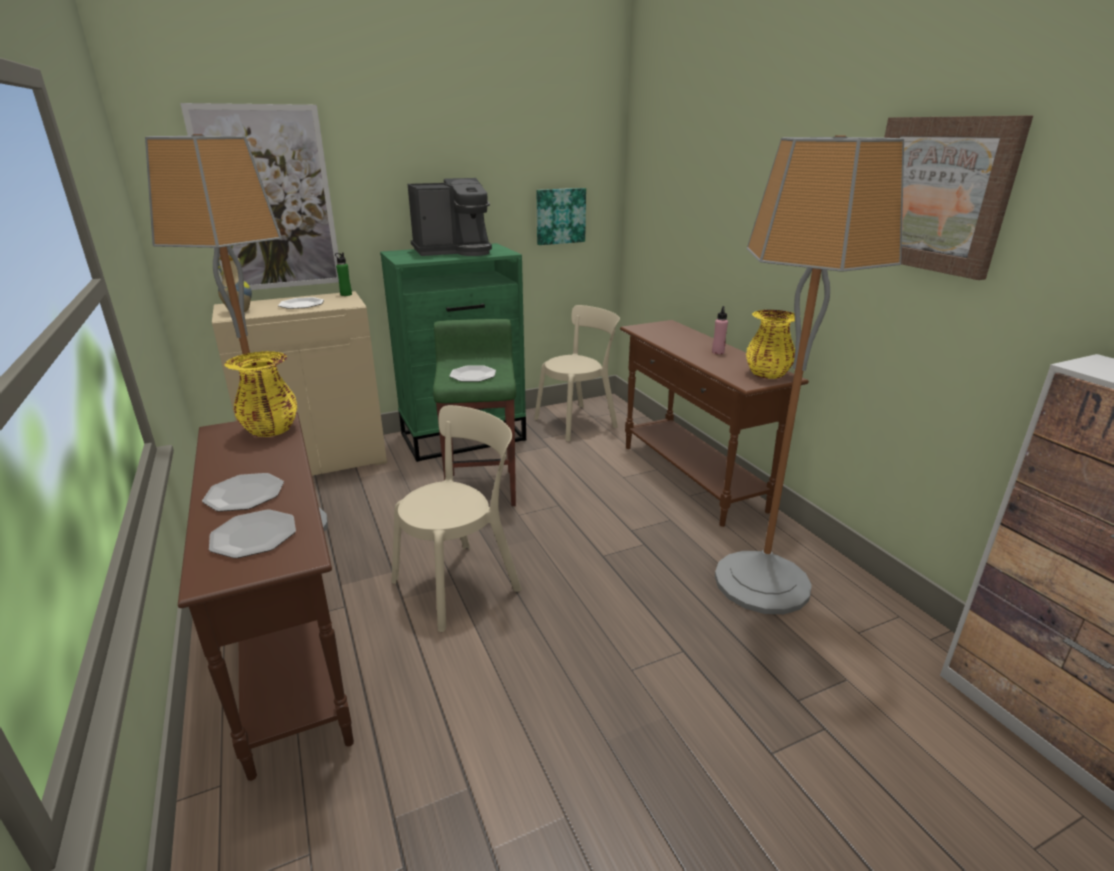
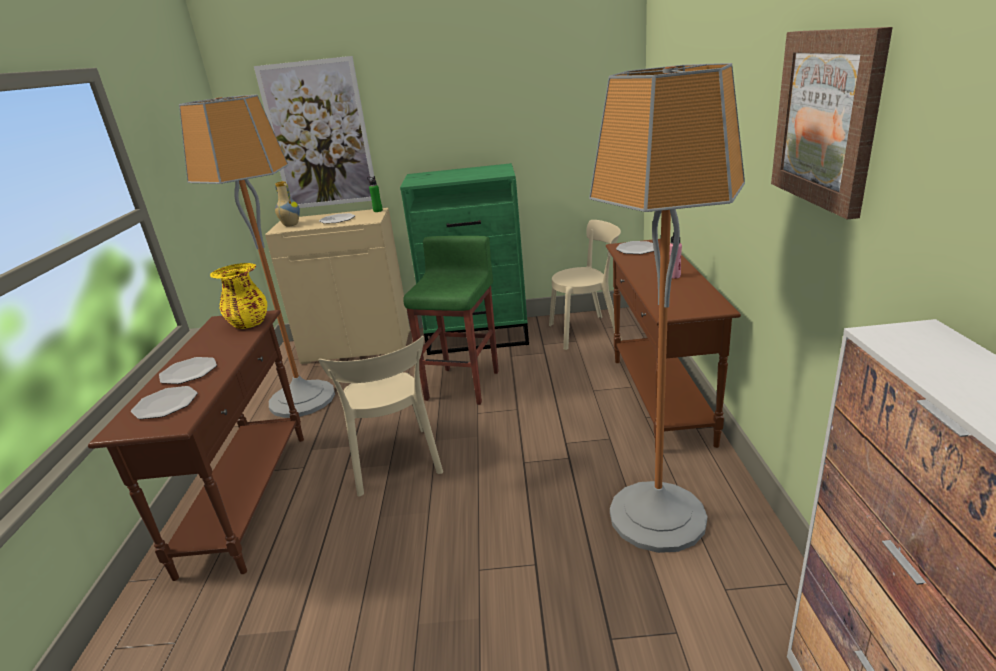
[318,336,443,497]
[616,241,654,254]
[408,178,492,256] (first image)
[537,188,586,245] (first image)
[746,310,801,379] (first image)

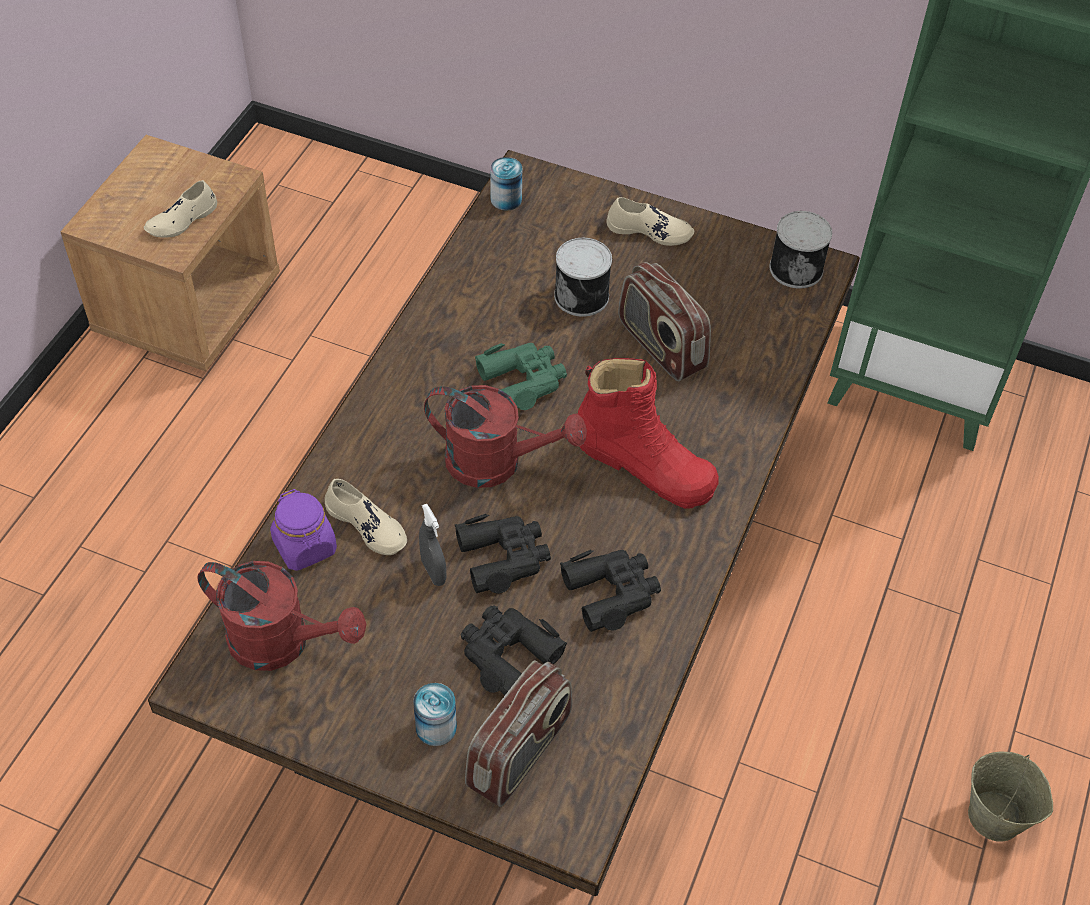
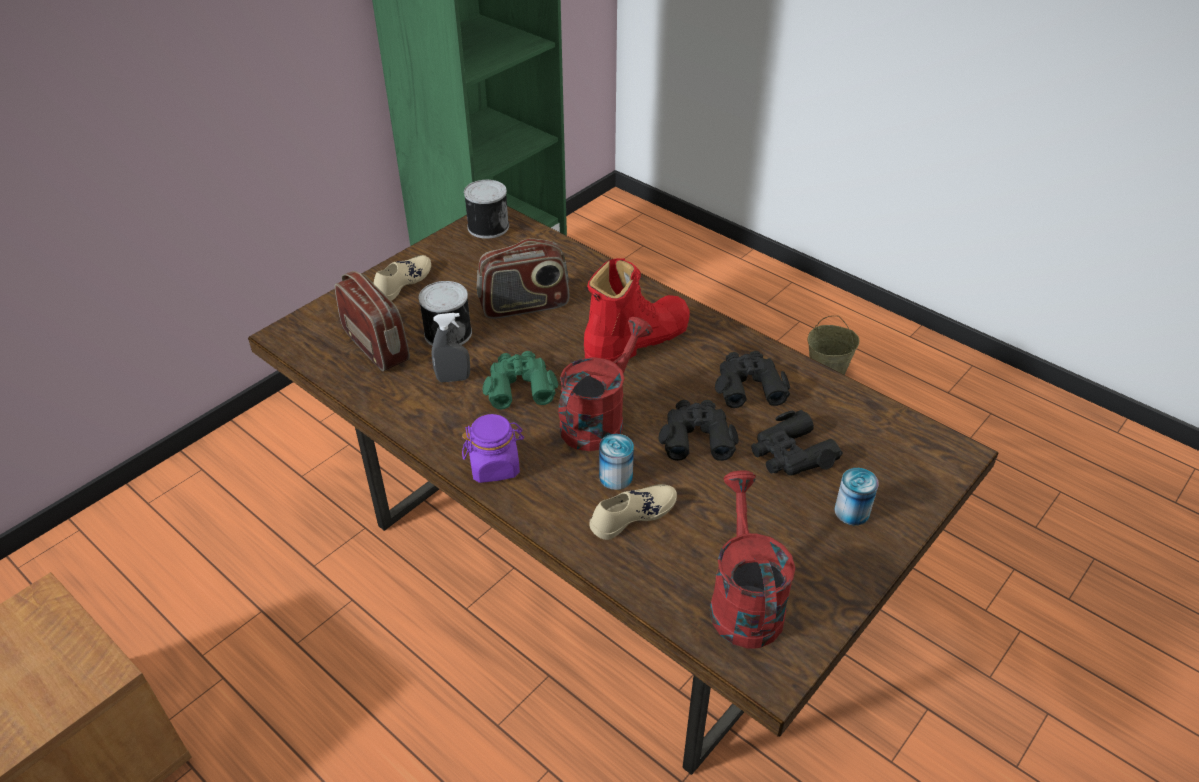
[335,271,410,371]
[432,313,470,382]
[462,414,524,483]
[599,434,634,490]
[710,470,796,649]
[144,181,217,237] (first image)

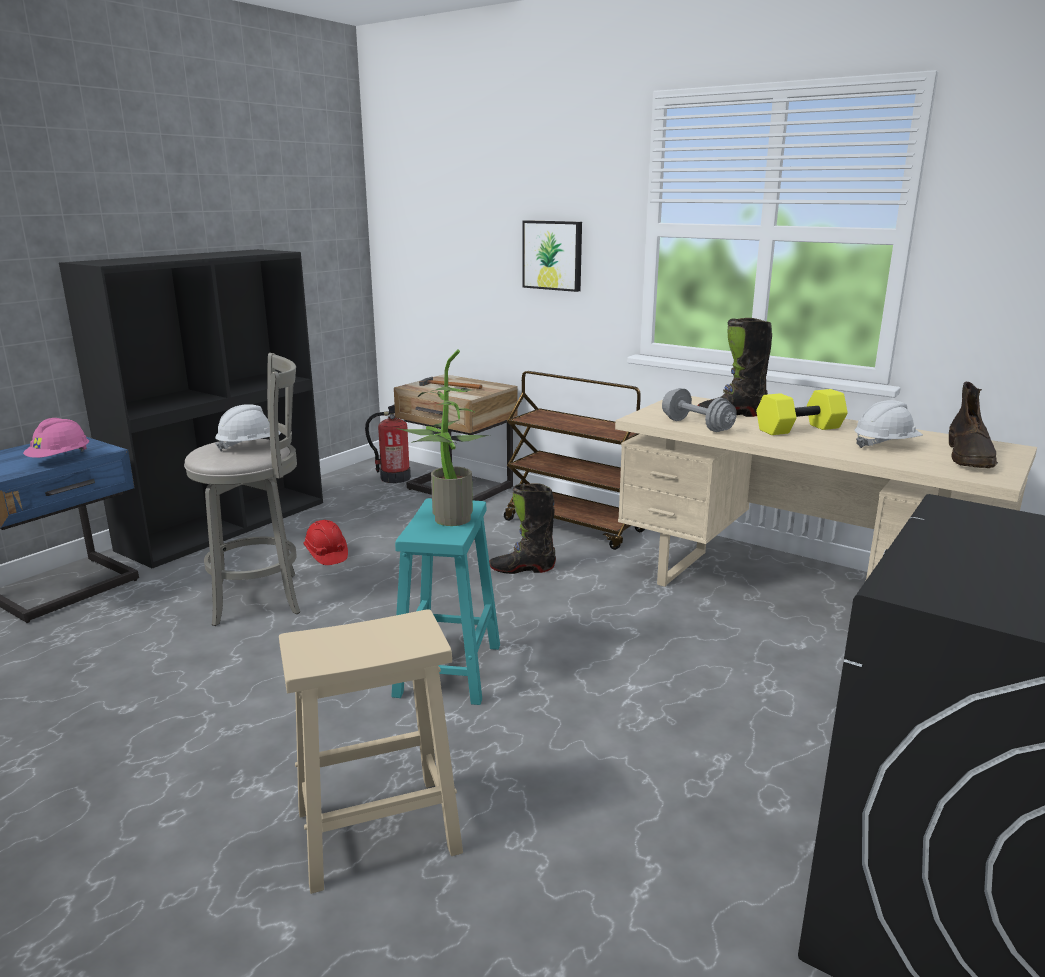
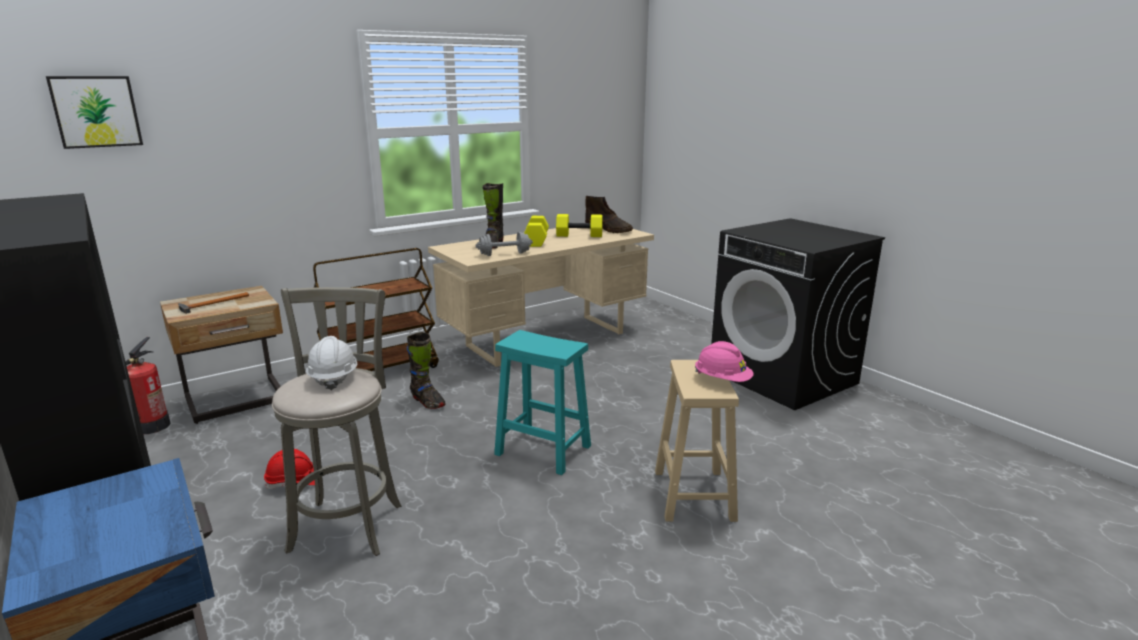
[46,76,143,149]
[407,332,446,409]
[556,214,603,237]
[695,341,754,382]
[396,350,489,526] (first image)

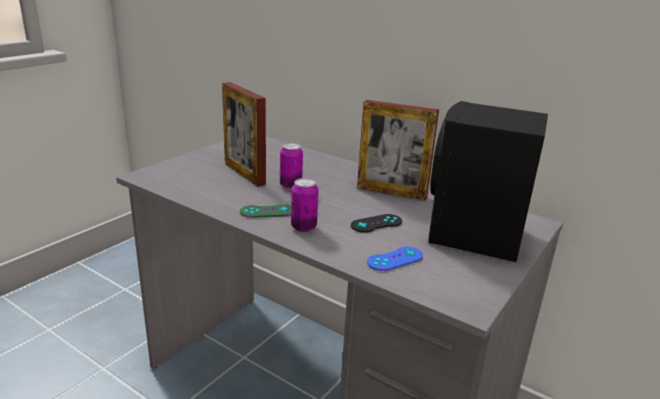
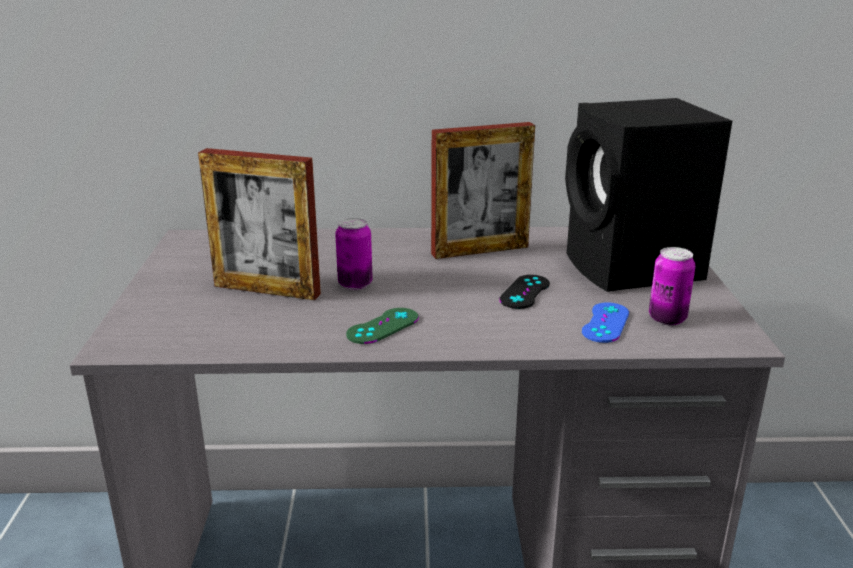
[649,247,696,325]

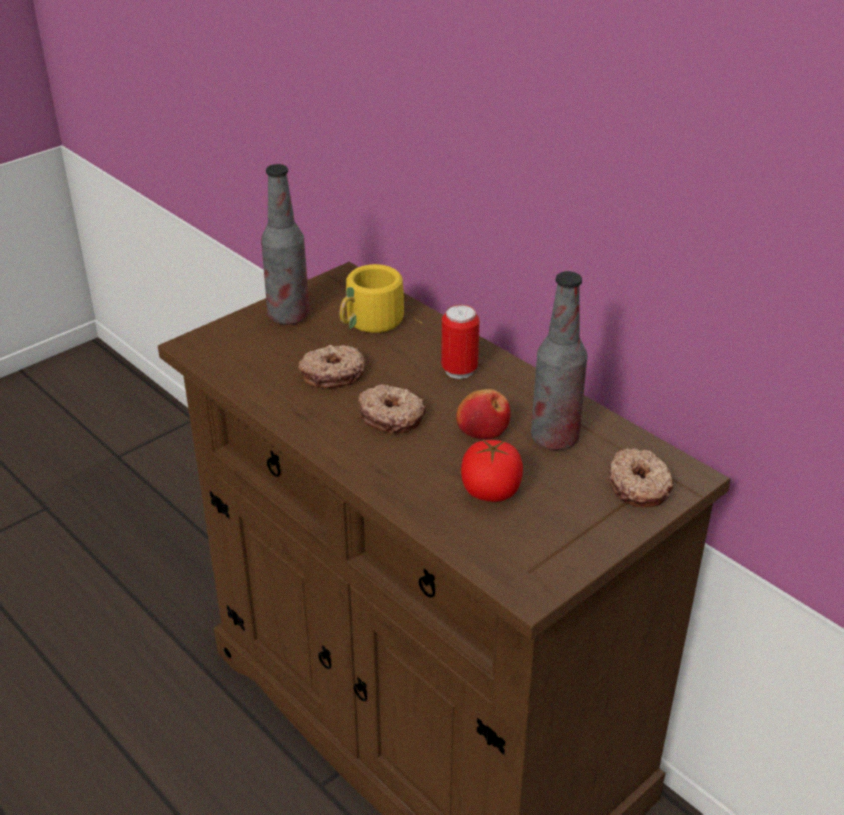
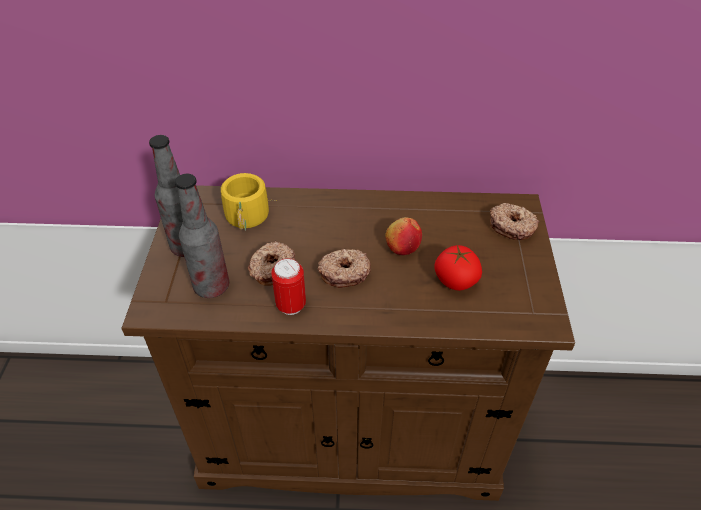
[175,174,229,298]
[271,258,306,315]

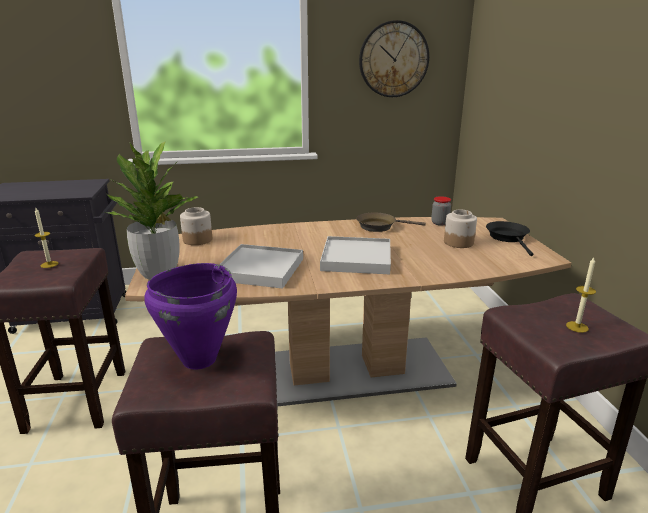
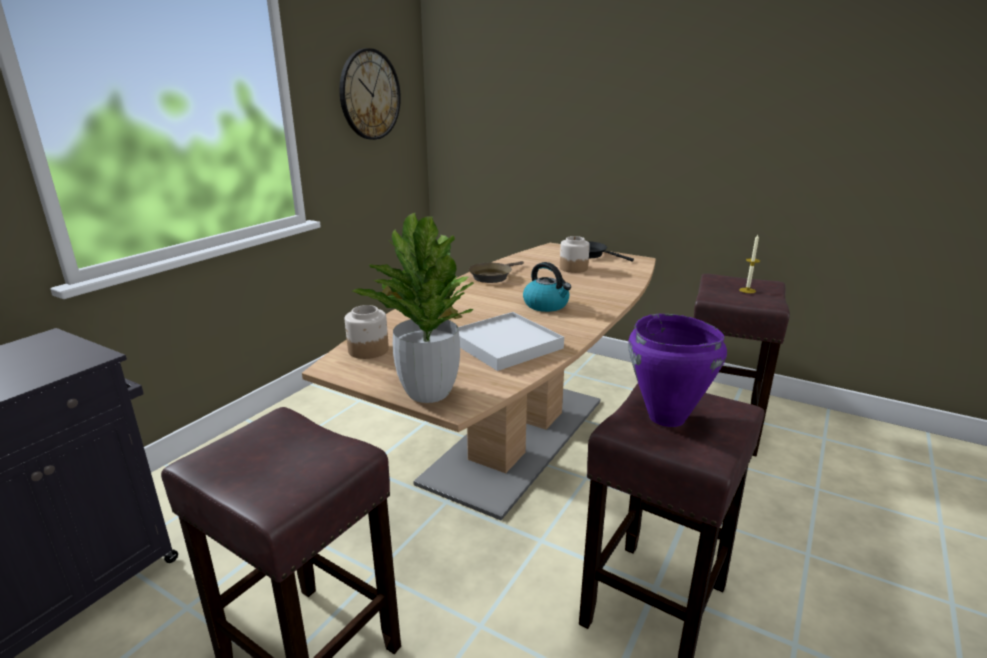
[523,262,571,312]
[34,208,59,268] (first image)
[431,196,451,226] (first image)

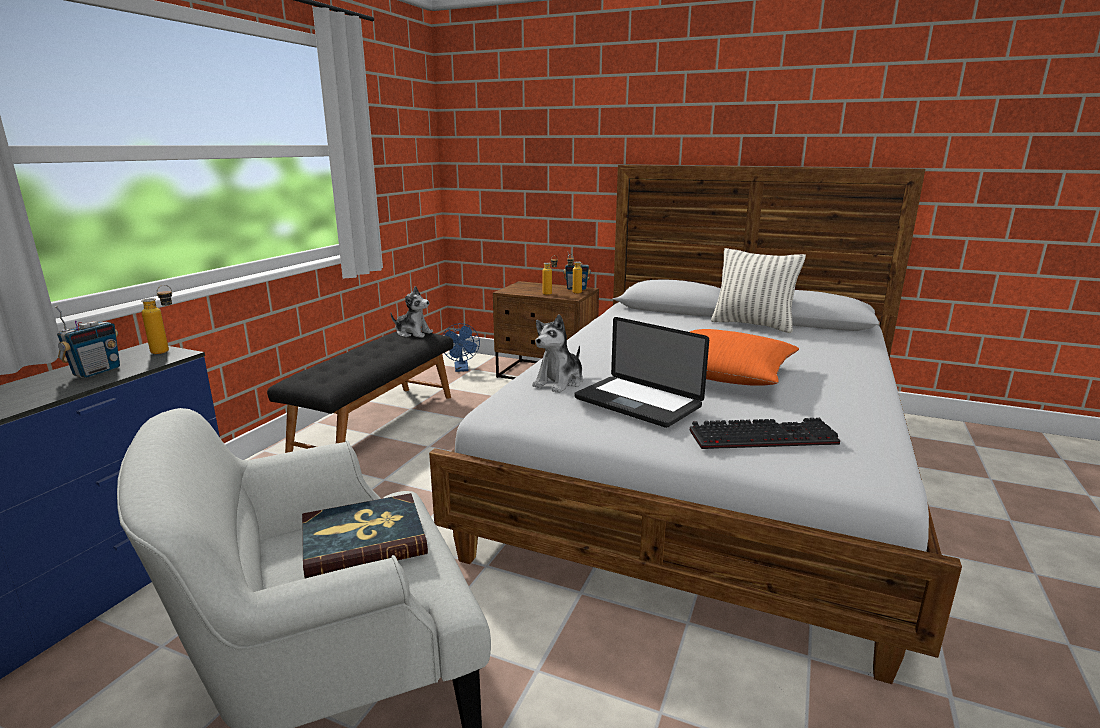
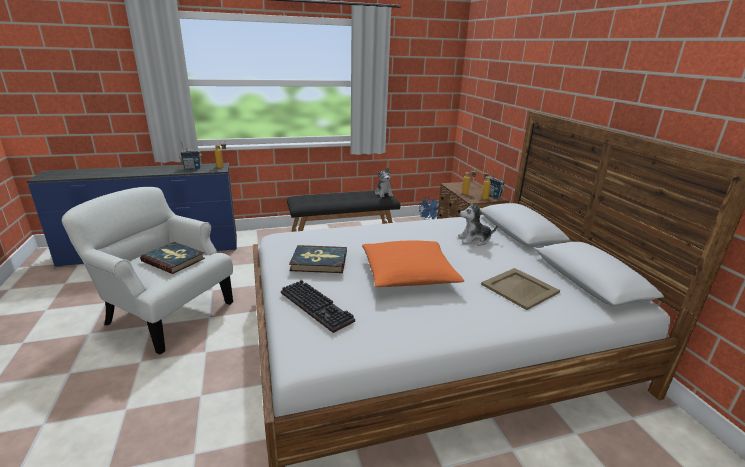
[289,245,347,273]
[458,202,498,246]
[481,268,560,310]
[711,248,806,333] (first image)

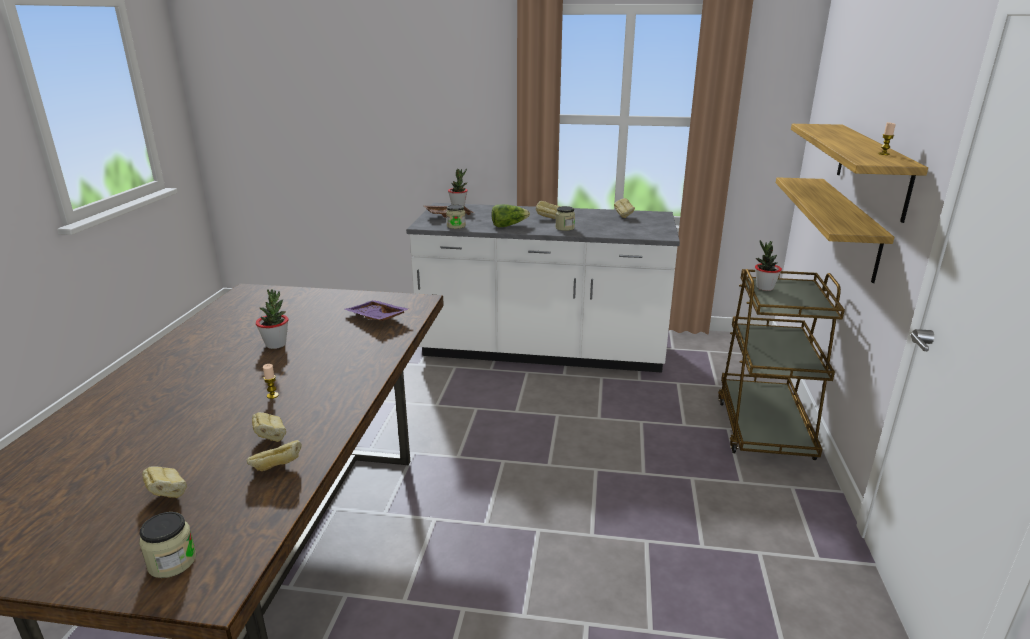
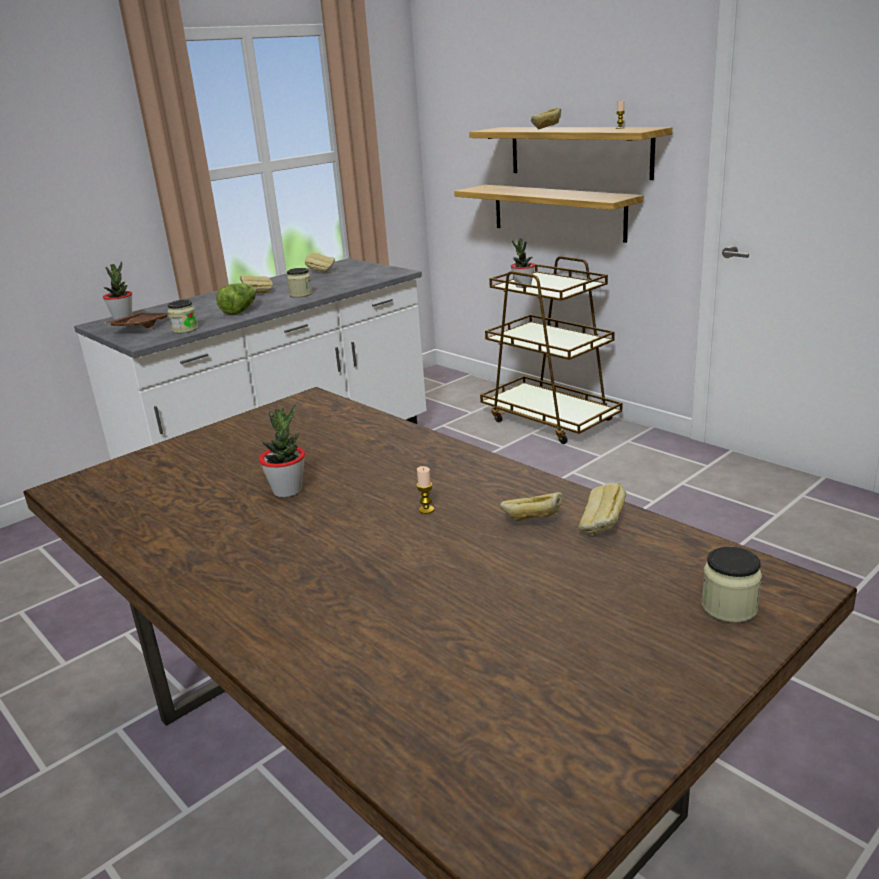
[531,107,561,130]
[345,300,409,321] (first image)

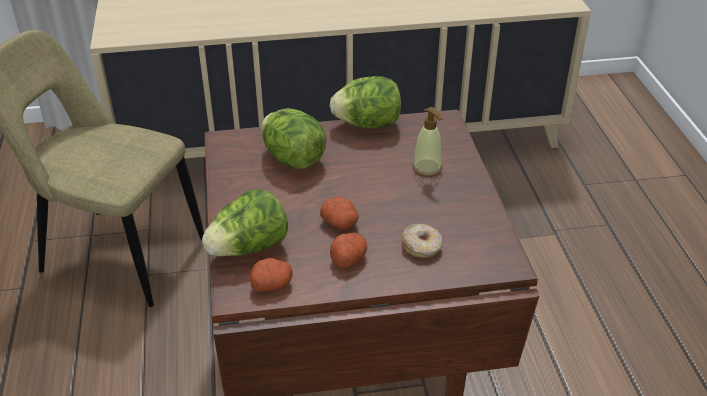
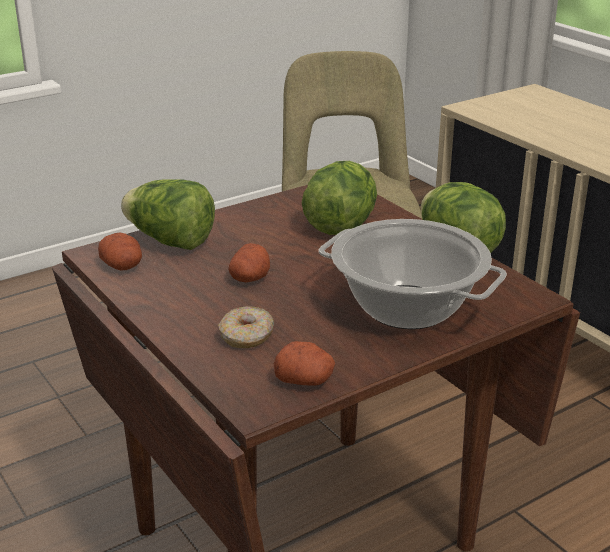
[274,341,335,386]
[319,219,507,329]

